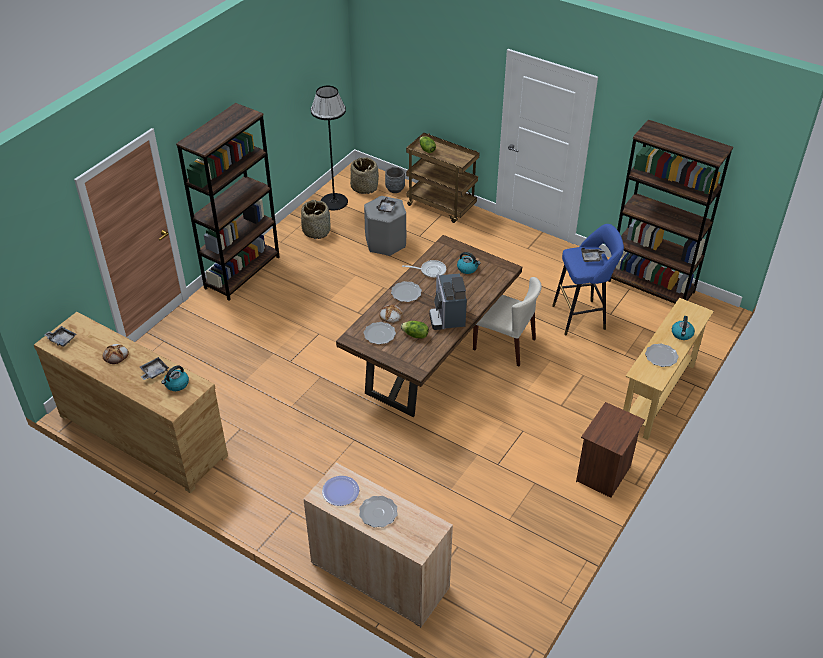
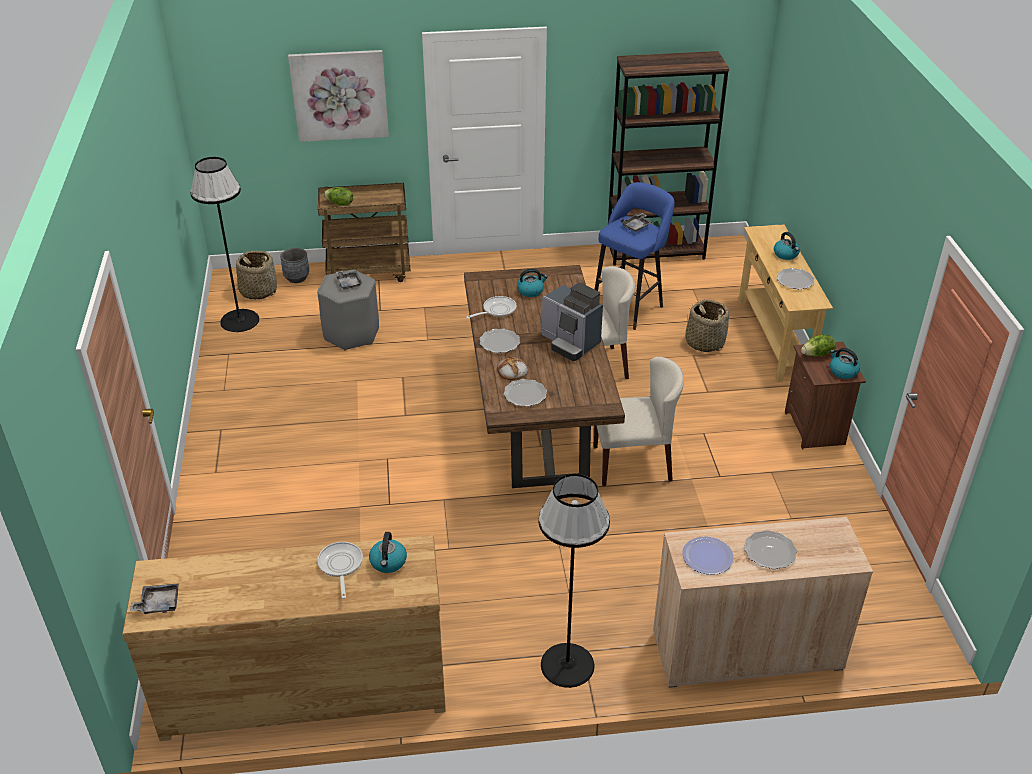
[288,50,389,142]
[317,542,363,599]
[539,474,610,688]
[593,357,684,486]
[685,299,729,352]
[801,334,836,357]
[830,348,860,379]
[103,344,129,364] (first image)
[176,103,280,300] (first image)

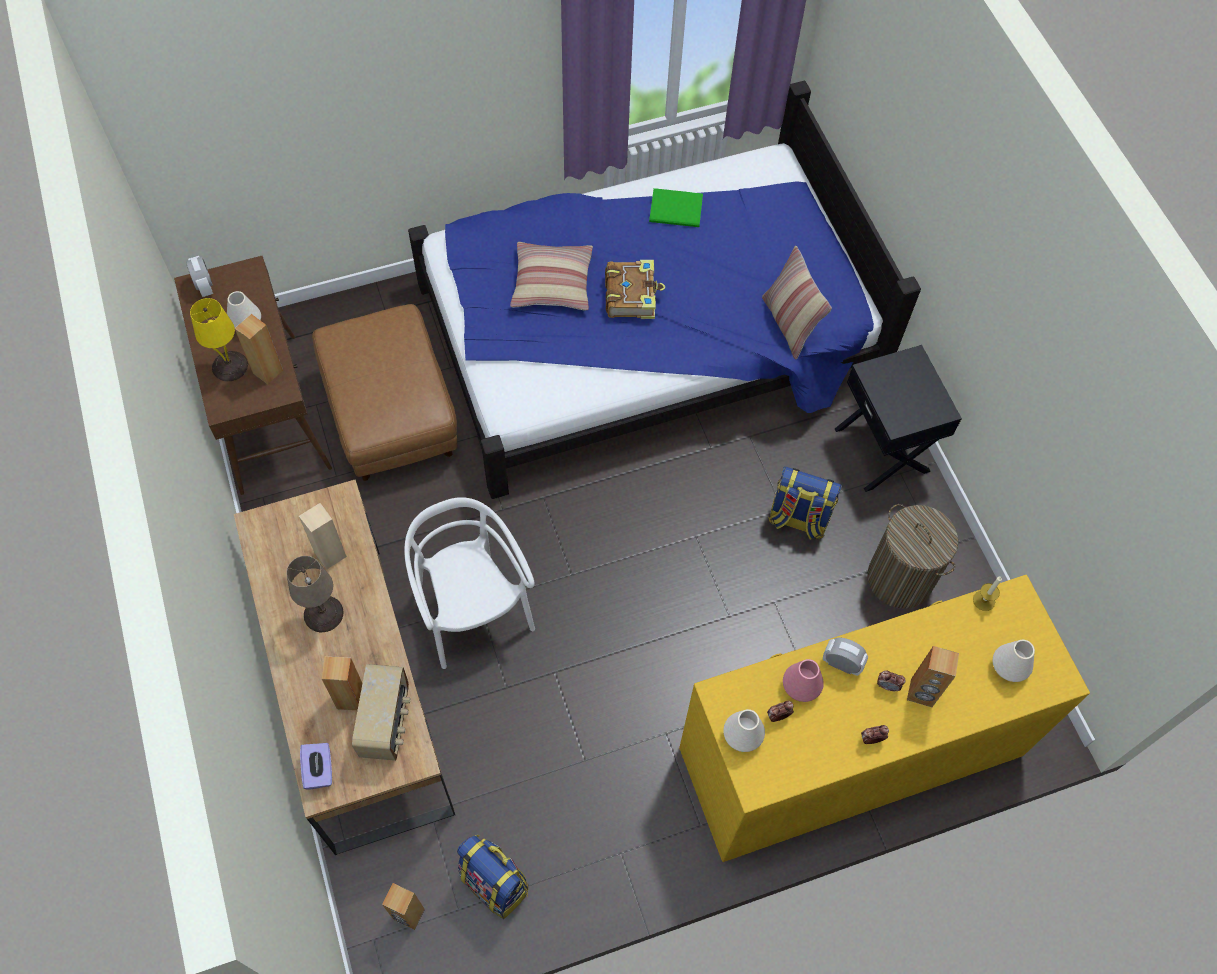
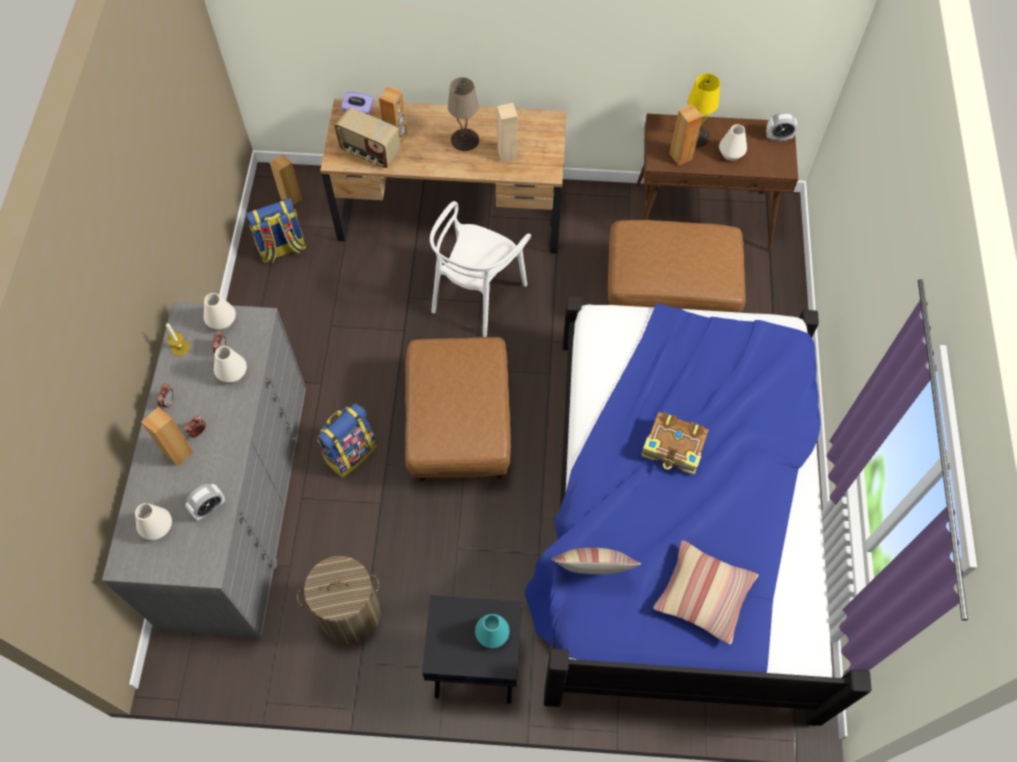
[102,302,306,638]
[166,323,190,356]
[185,484,225,521]
[214,346,247,383]
[317,403,377,477]
[405,337,511,481]
[430,201,531,337]
[475,614,509,648]
[653,540,758,645]
[649,188,703,227] (first image)

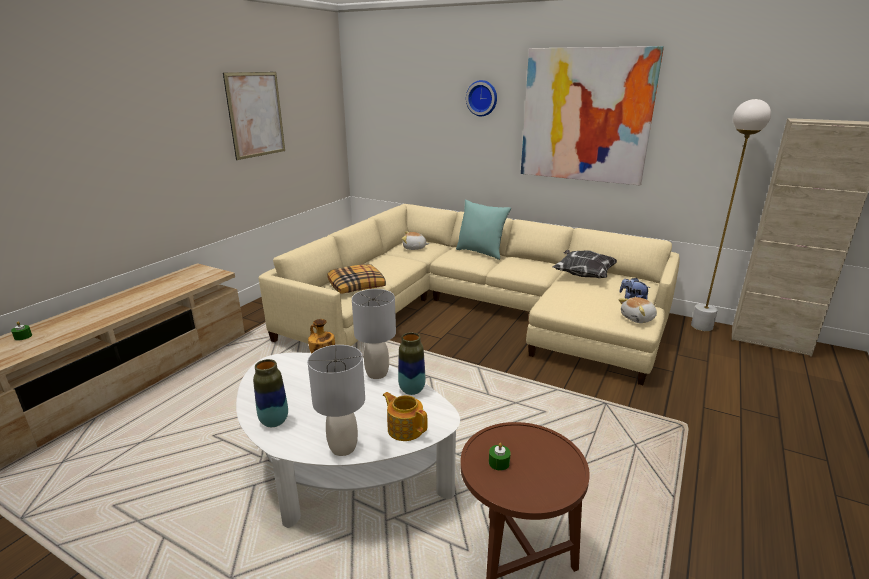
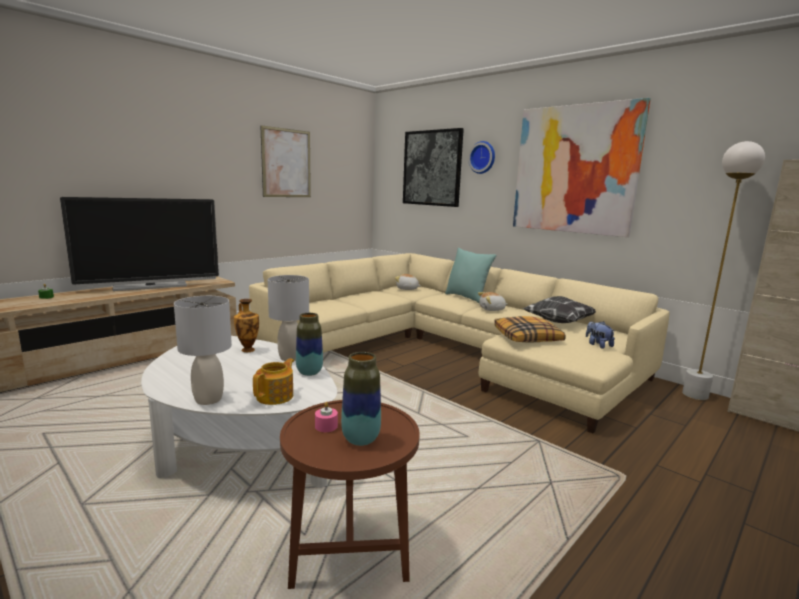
[60,197,219,291]
[253,358,294,405]
[315,402,338,432]
[341,352,381,446]
[403,128,464,207]
[478,292,508,311]
[494,316,566,343]

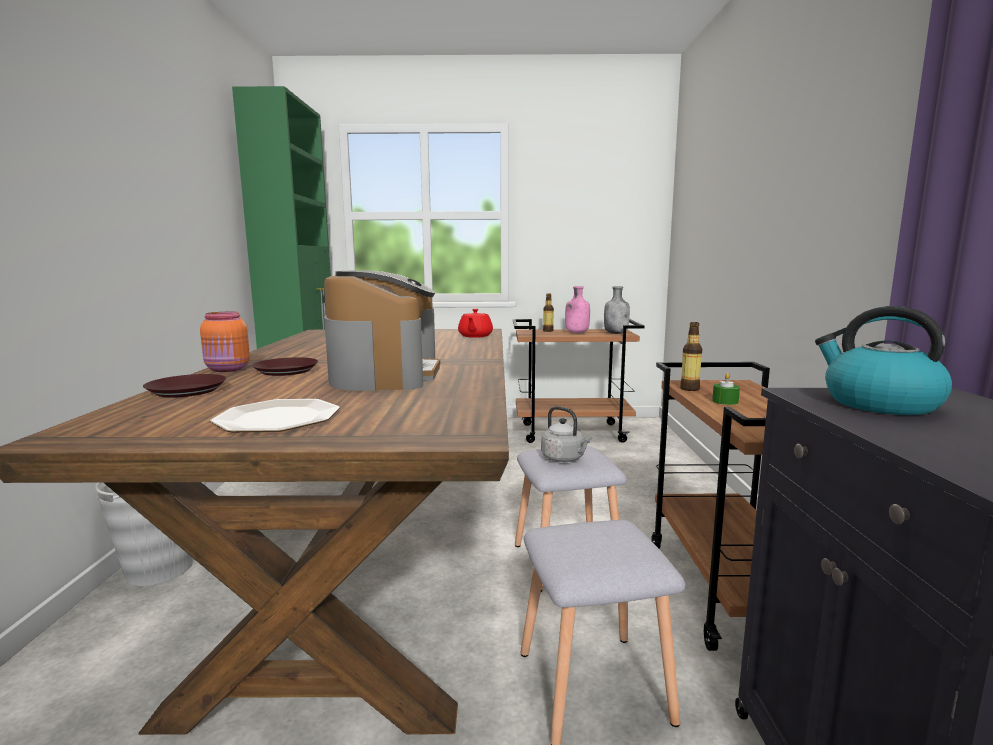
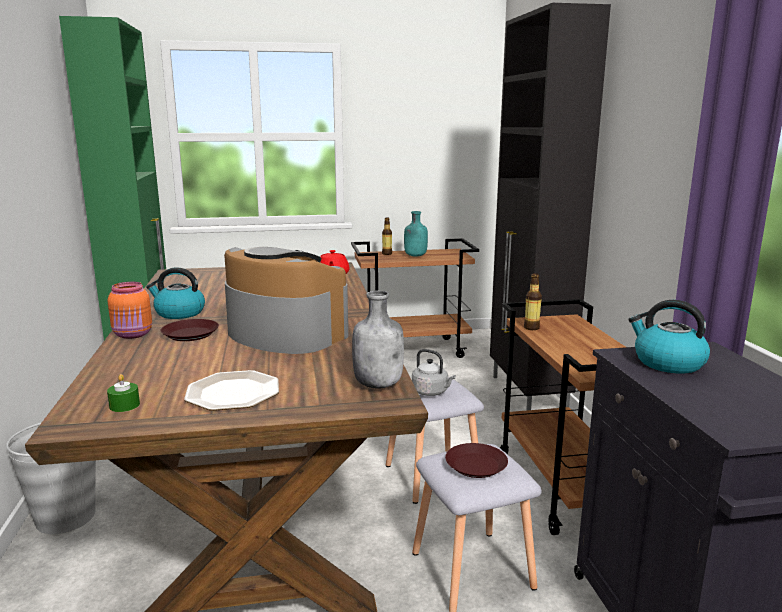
[107,374,140,412]
[146,267,205,319]
[224,247,348,354]
[352,291,404,389]
[404,211,428,257]
[445,443,508,478]
[490,3,611,411]

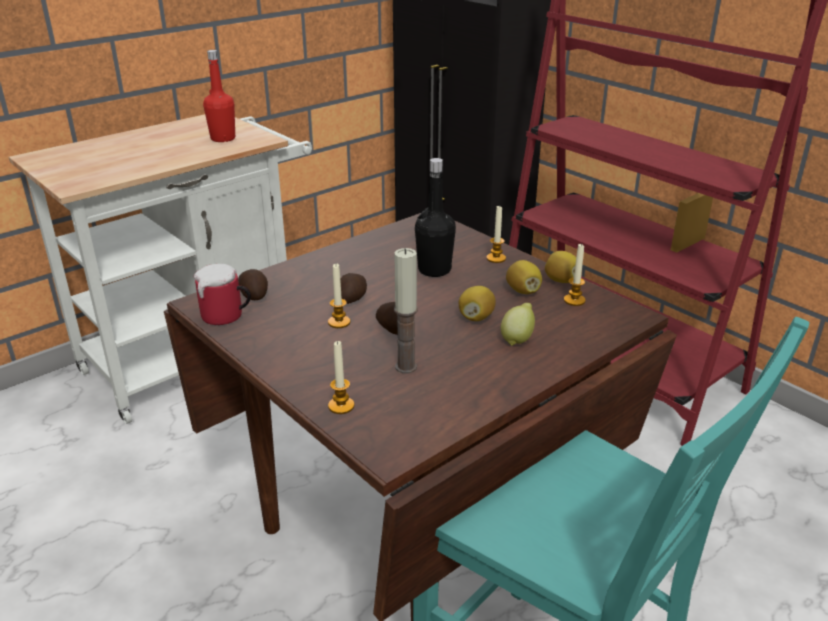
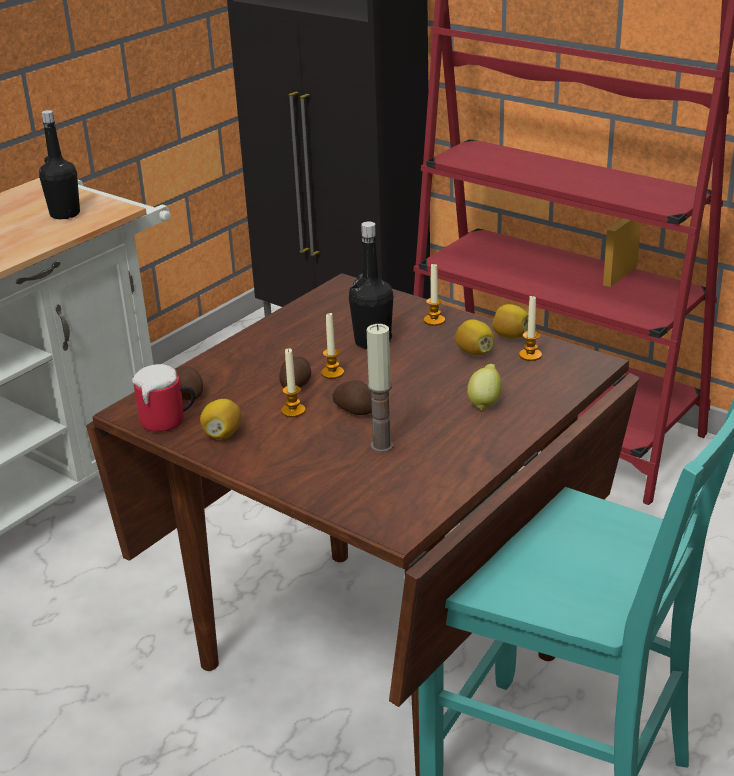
[39,110,80,219]
[200,399,242,439]
[321,313,344,379]

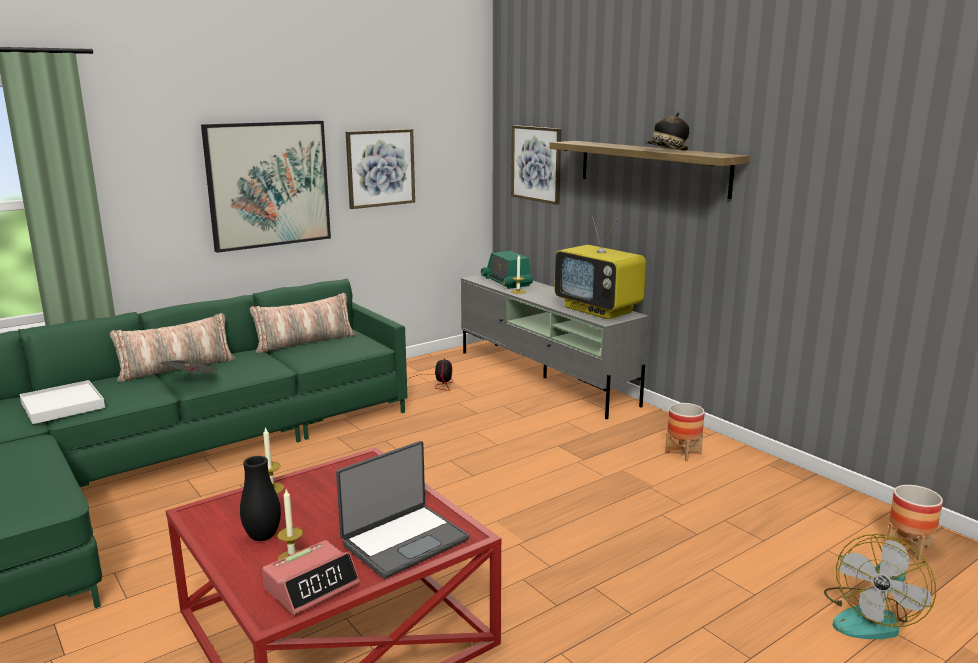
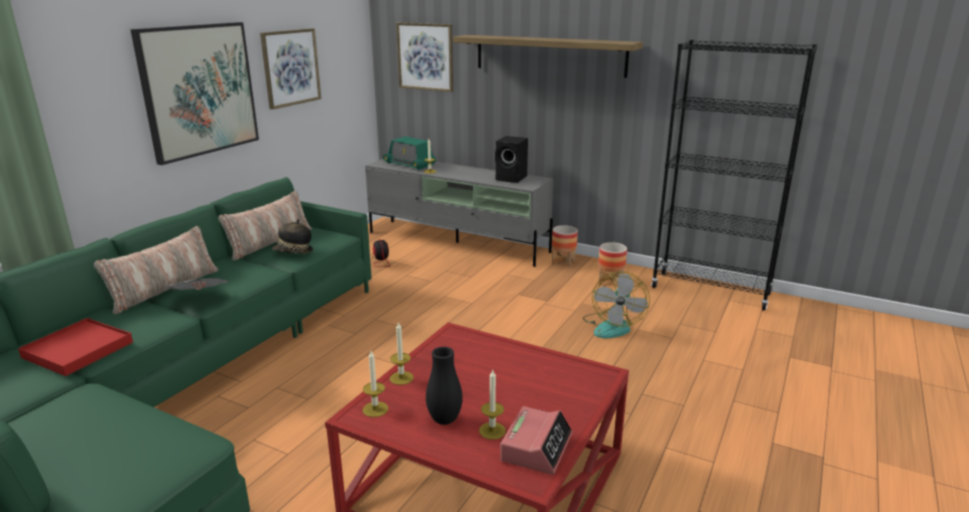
[18,318,133,376]
[272,219,313,254]
[363,351,388,417]
[495,136,528,183]
[552,225,578,267]
[583,271,650,338]
[651,40,817,311]
[336,441,469,579] (first image)

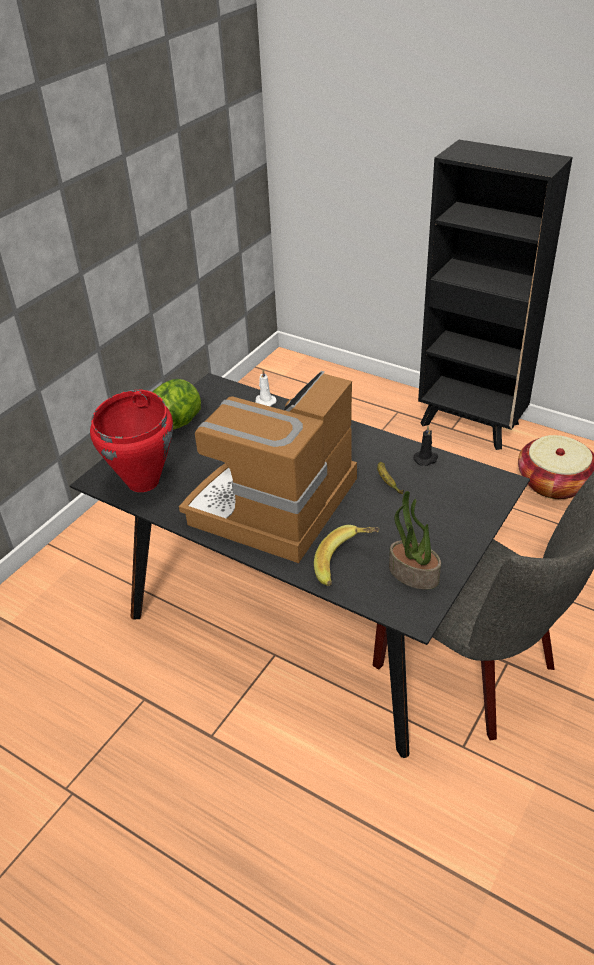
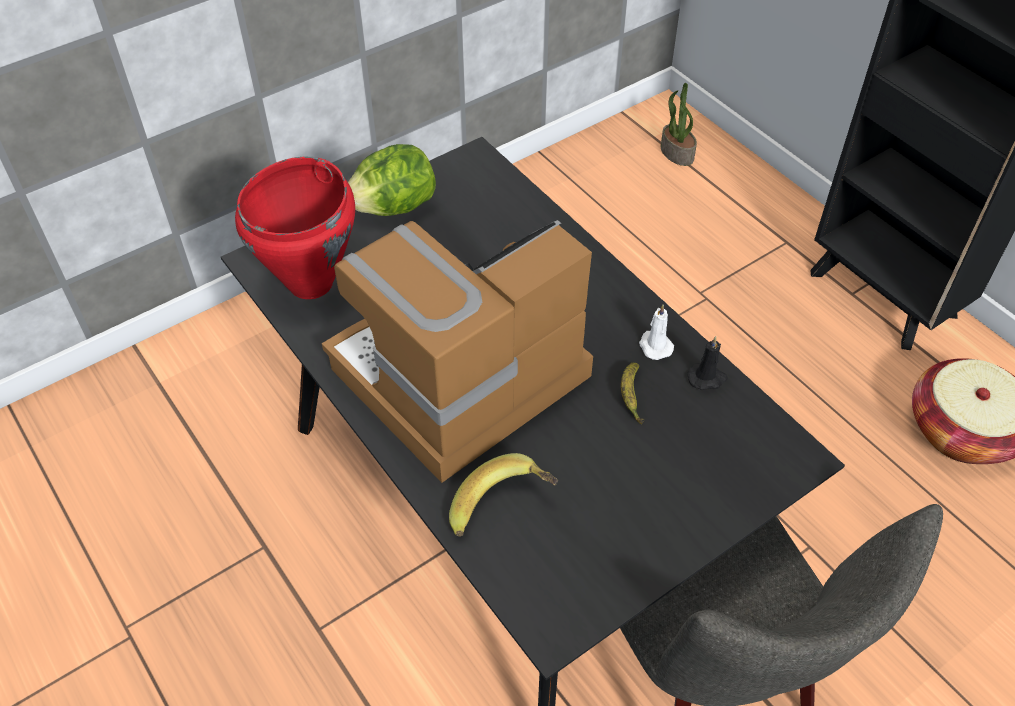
[639,304,674,360]
[661,83,697,166]

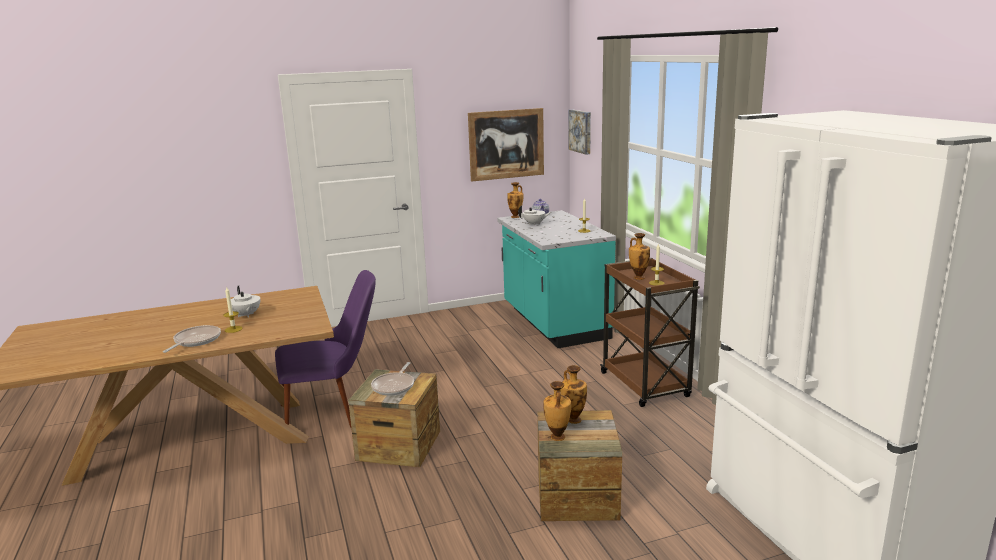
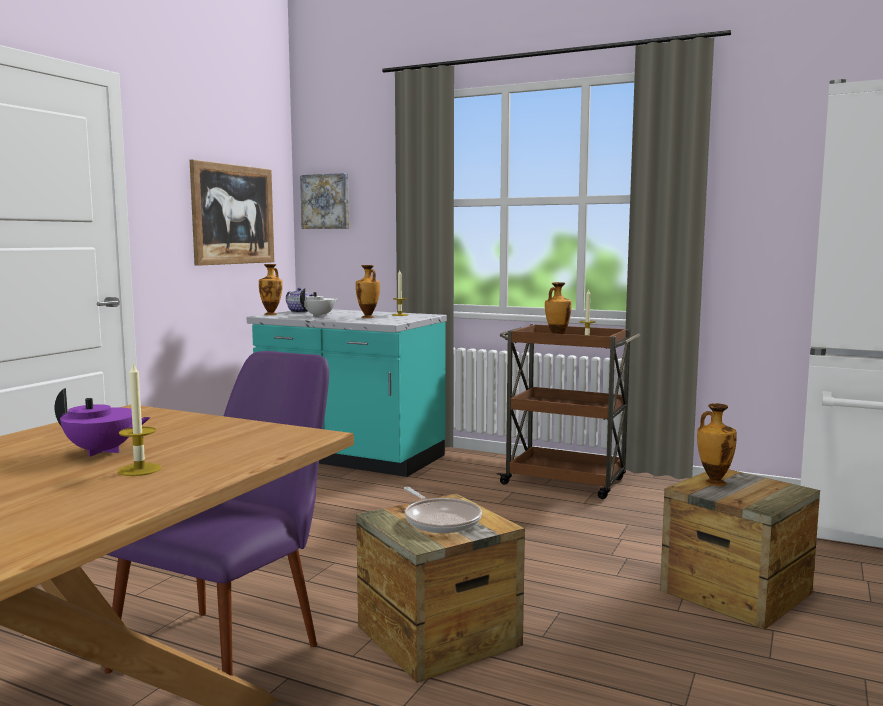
[55,388,151,457]
[356,265,380,318]
[163,325,221,353] (first image)

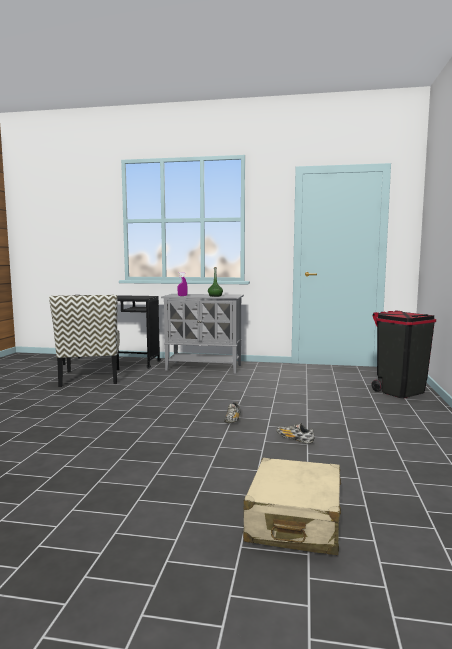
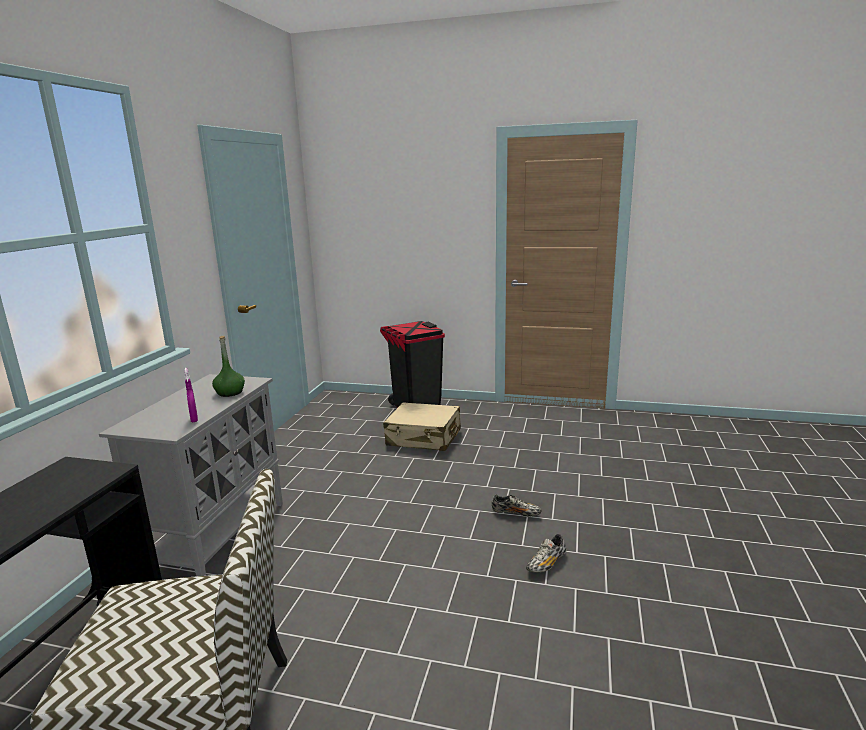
[383,402,461,451]
[526,534,566,573]

